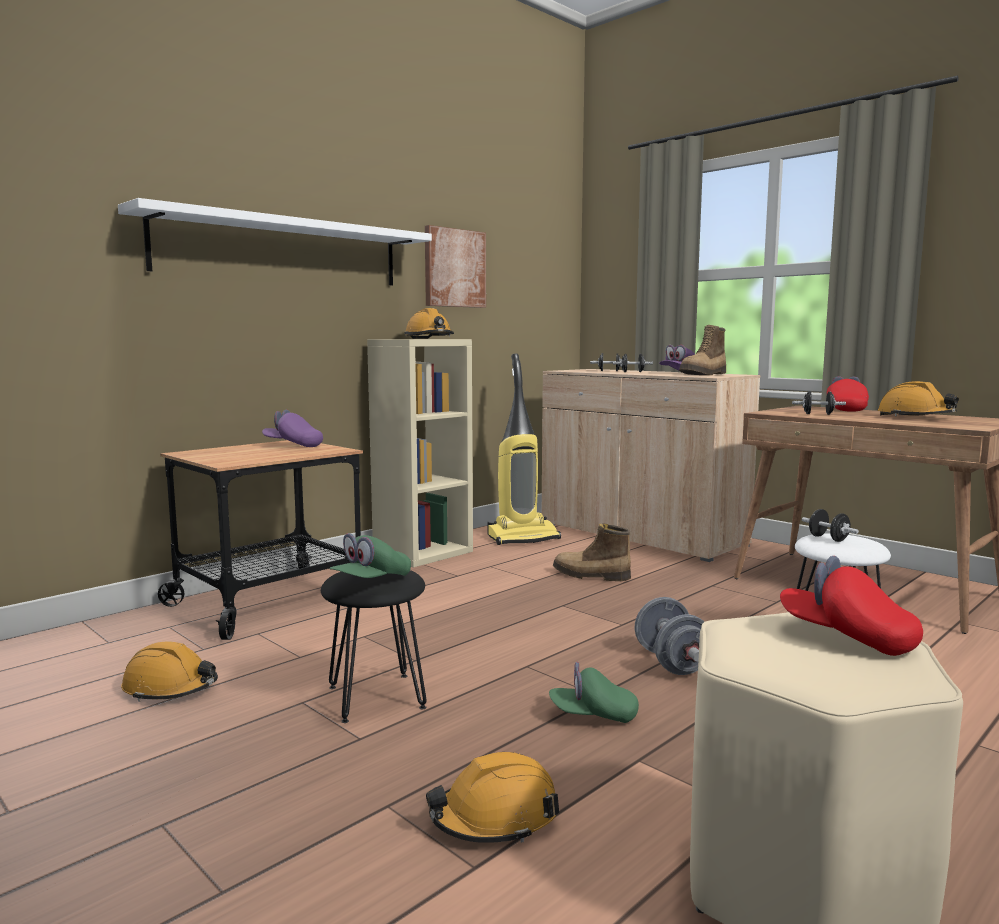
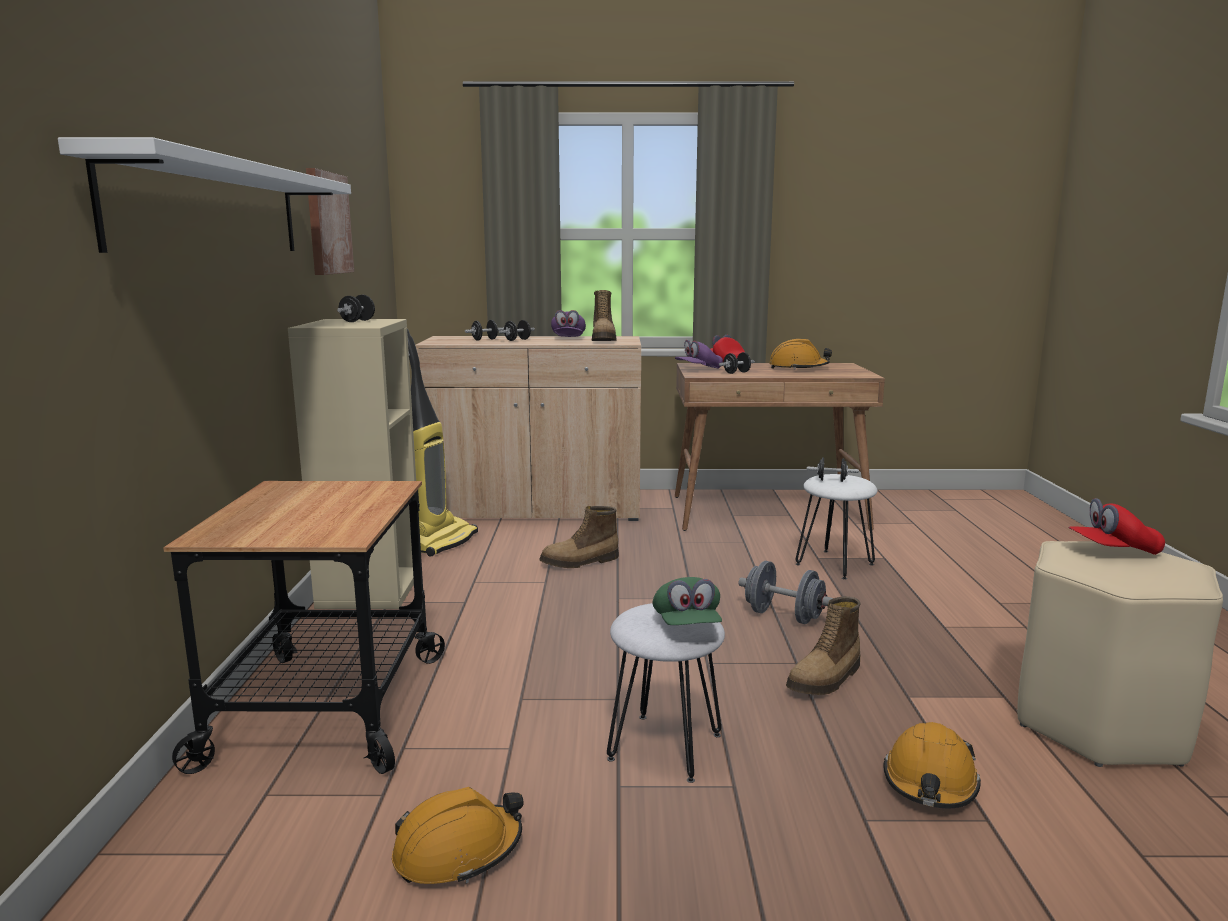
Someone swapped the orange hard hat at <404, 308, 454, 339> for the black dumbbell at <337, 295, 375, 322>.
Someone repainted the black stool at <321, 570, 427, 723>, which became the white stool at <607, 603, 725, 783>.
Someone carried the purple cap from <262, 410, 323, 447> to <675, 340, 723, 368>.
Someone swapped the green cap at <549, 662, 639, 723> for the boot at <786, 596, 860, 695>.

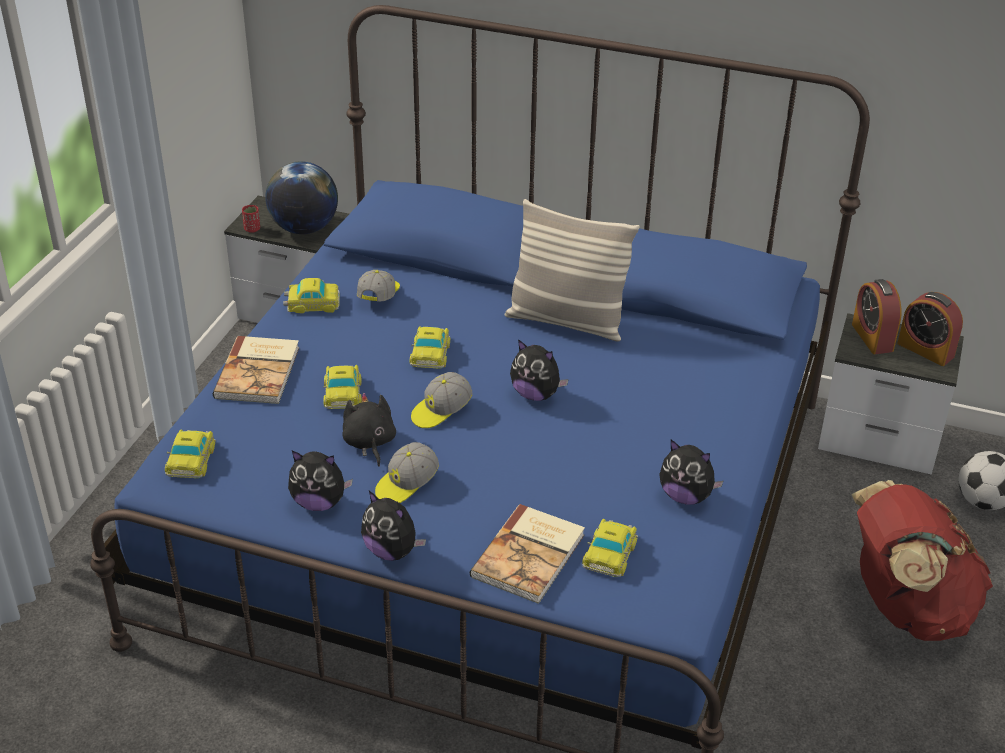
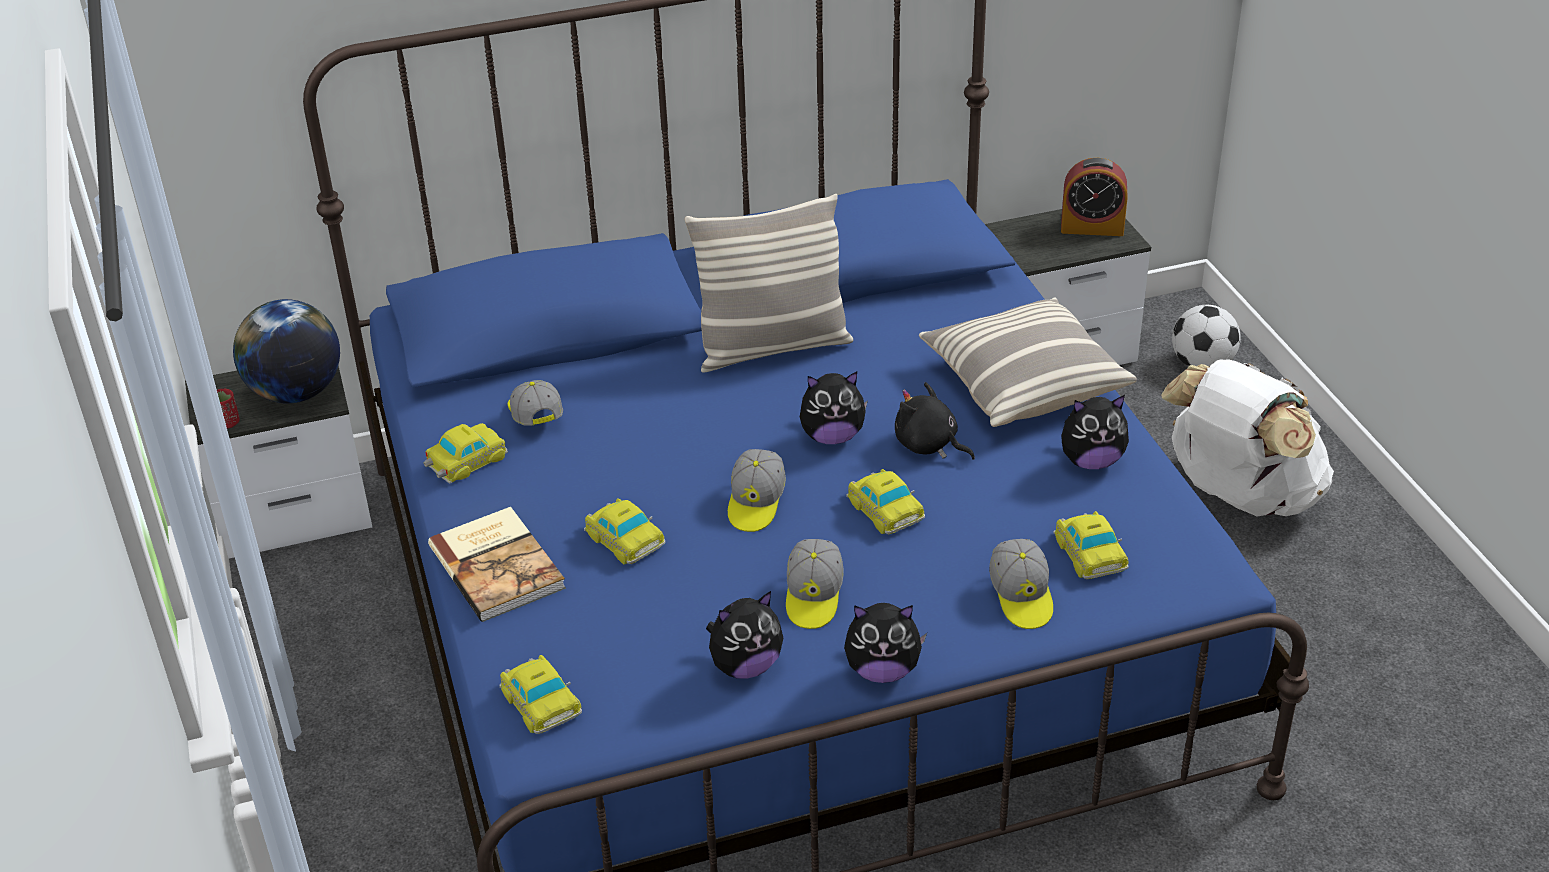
Someone carried the toy car from <410, 326, 450, 369> to <846, 469, 925, 534>.
Someone carried the black plush toy from <342, 393, 396, 467> to <895, 382, 975, 460>.
Someone put down the pillow at <919, 297, 1137, 427>.
Someone swapped the book at <470, 504, 585, 604> for the cap at <989, 539, 1053, 629>.
Someone repainted the red backpack at <851, 480, 993, 641>, which became the white backpack at <1161, 359, 1334, 516>.
Someone took away the alarm clock at <852, 279, 901, 354>.

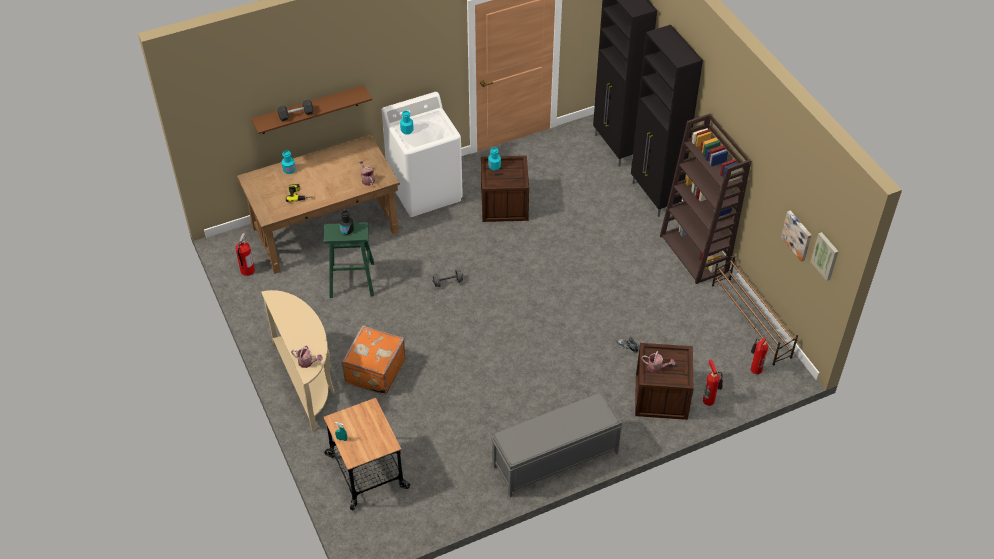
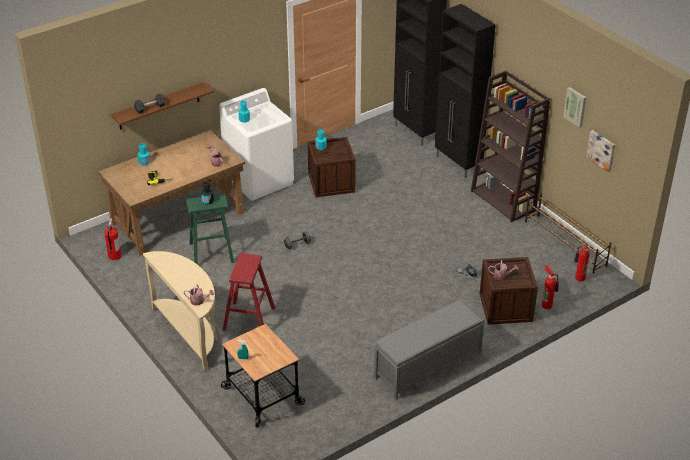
Someone swapped the orange suitcase at <341, 325, 406, 395> for the red stool at <223, 253, 275, 331>.
Someone carried the picture from <811, 232, 839, 281> to <563, 87, 586, 128>.

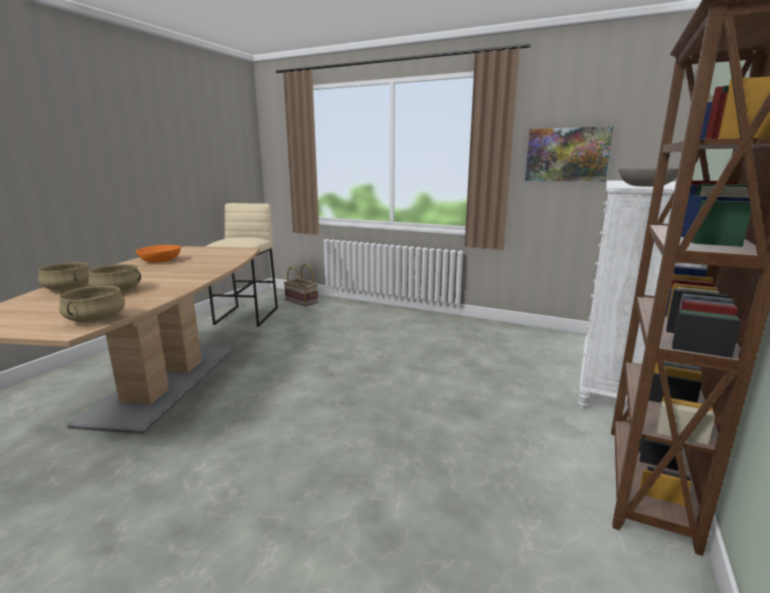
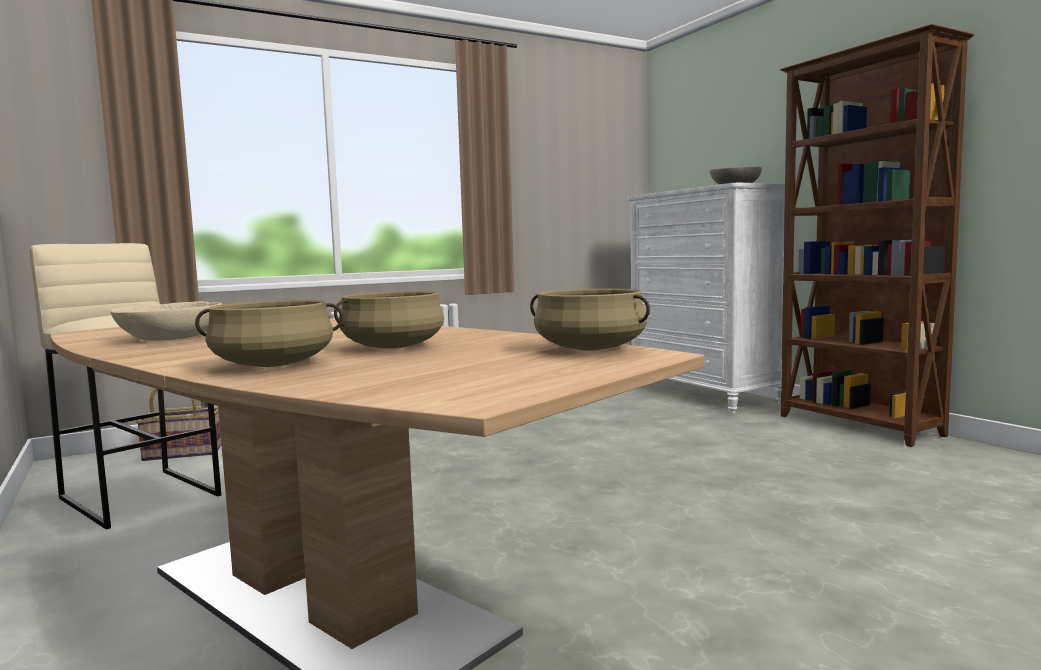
Someone repainted the orange bowl at <136, 245, 181, 263>, which became the beige bowl at <110, 301, 222, 341>.
Someone took away the picture at <525, 126, 613, 182>.

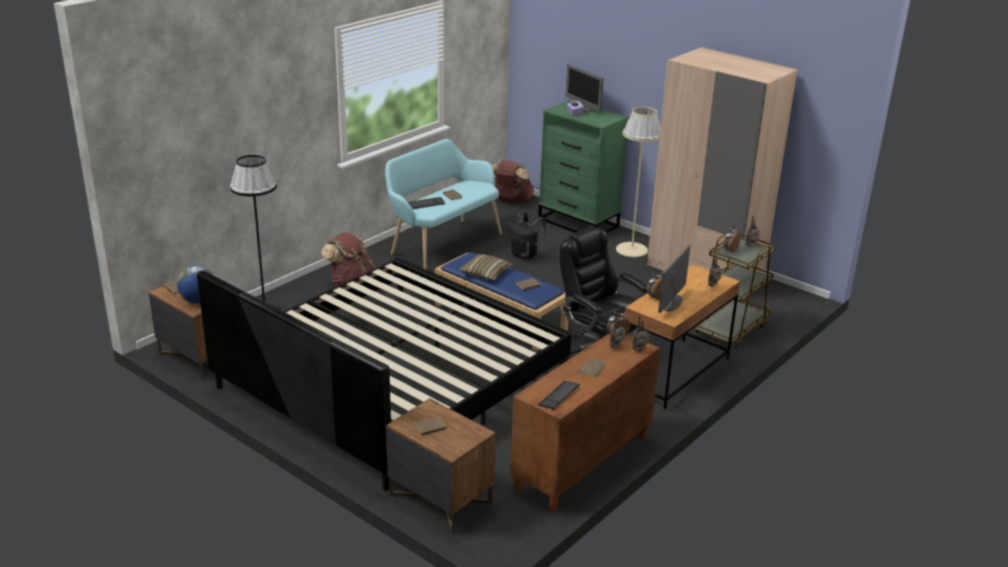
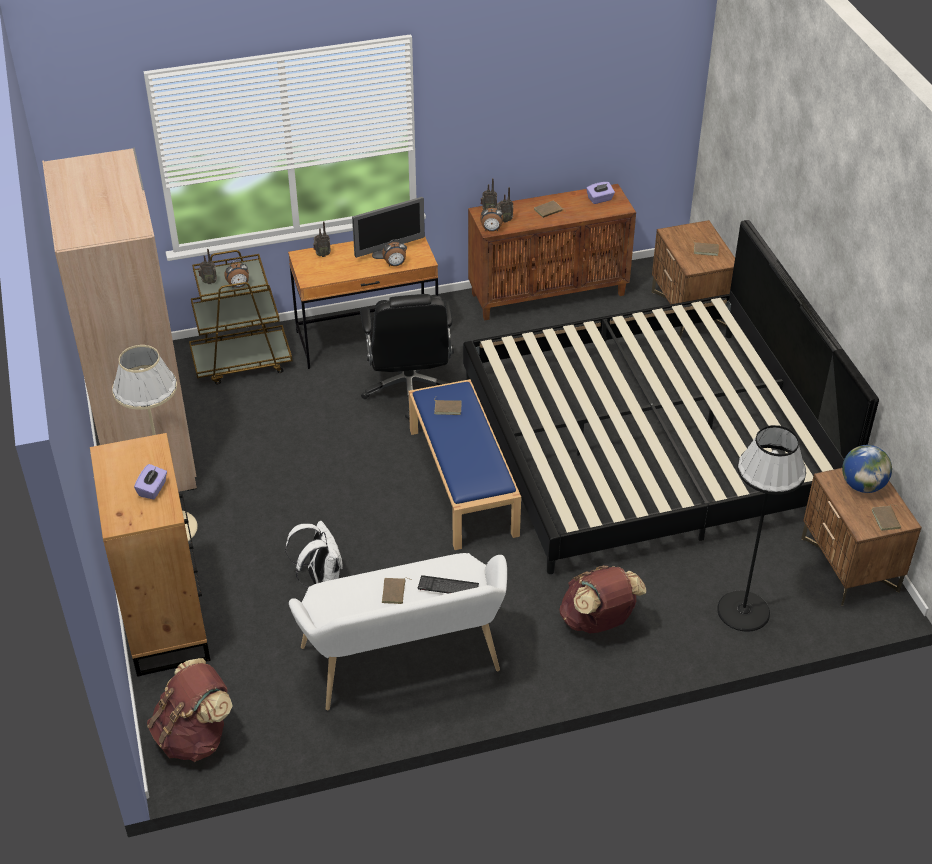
Someone repainted the green dresser at <538, 100, 628, 233>, which became the brown dresser at <90, 433, 211, 677>.
Someone repainted the black backpack at <507, 212, 546, 260>, which became the white backpack at <285, 520, 343, 587>.
Someone repainted the turquoise bench at <385, 139, 502, 269>, which became the white bench at <289, 553, 507, 710>.
Someone swapped the keyboard at <538, 381, 580, 410> for the purple tissue box at <586, 182, 615, 204>.
Someone took away the pillow at <459, 254, 512, 280>.
Someone took away the monitor at <566, 64, 604, 112>.

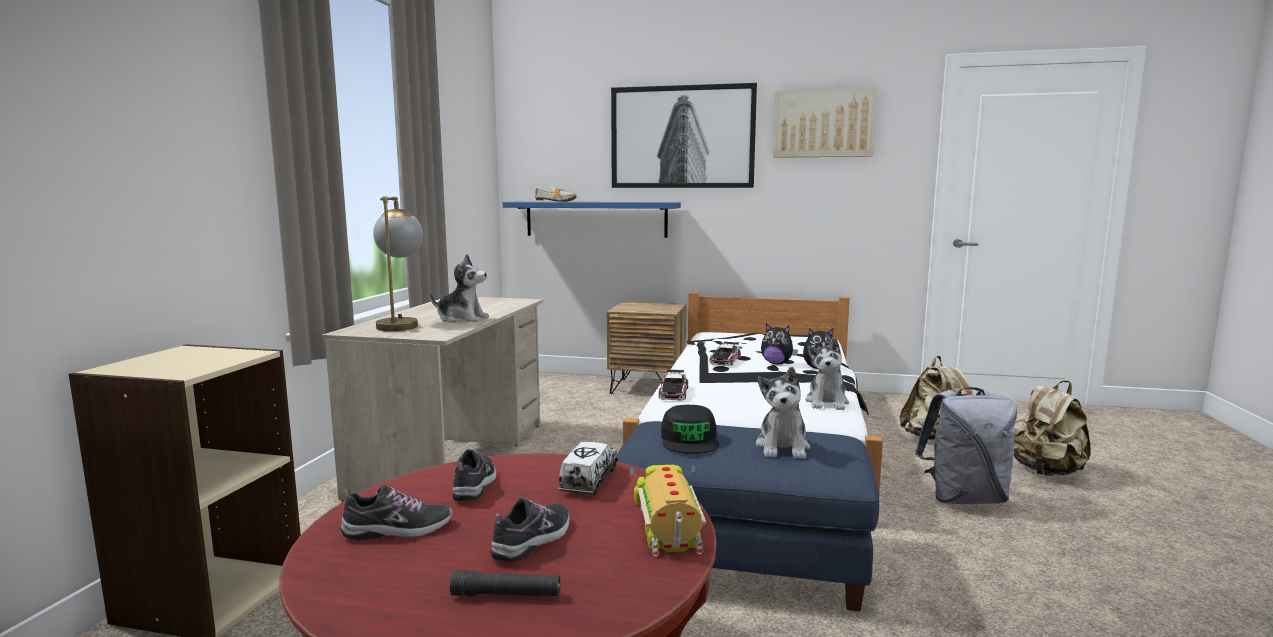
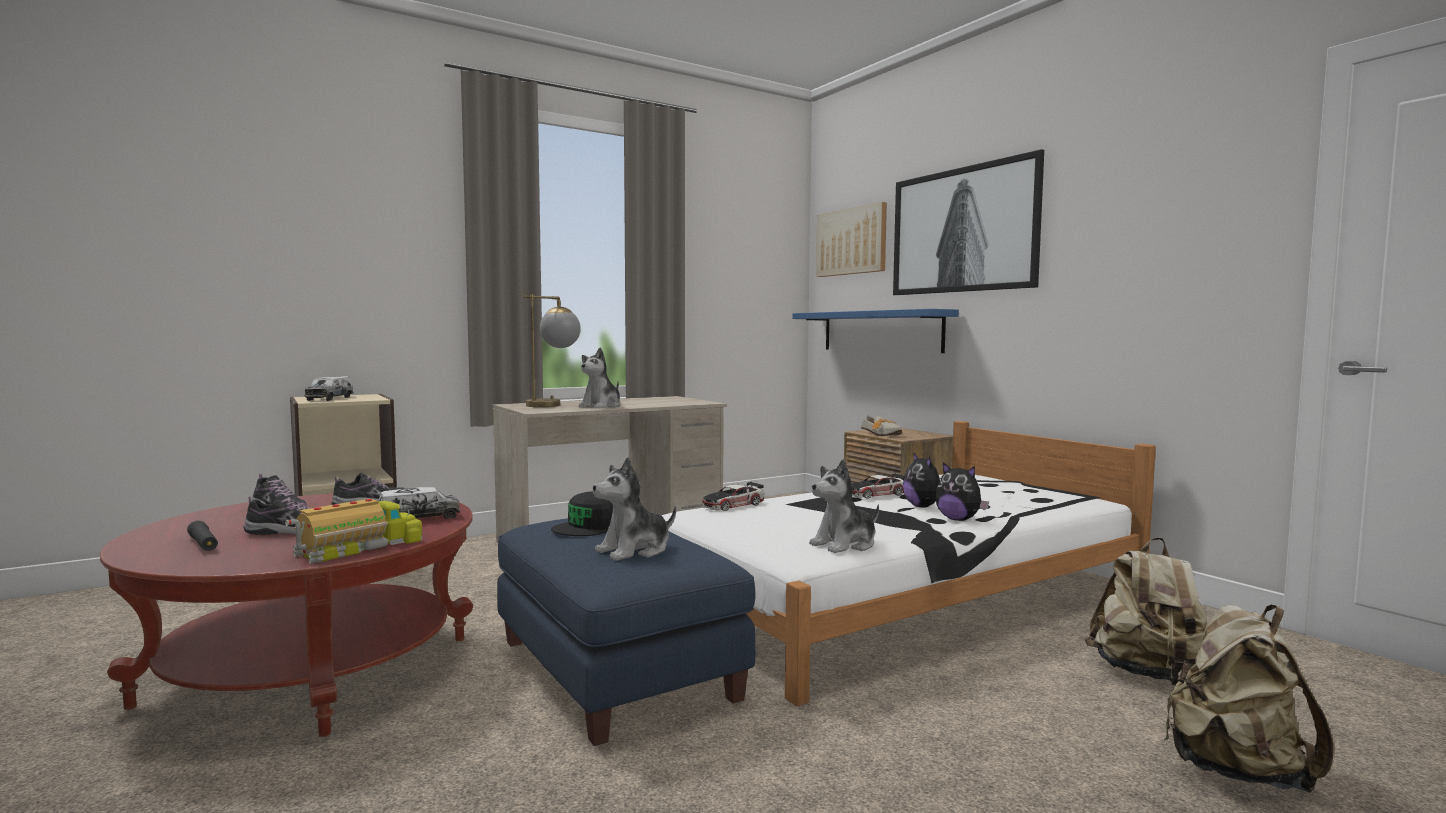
Someone put down the toy truck at <305, 376, 354, 401>.
Someone rotated the plush toy at <430, 254, 489, 323> by 60 degrees clockwise.
Someone carried the picture from <774, 88, 877, 158> to <816, 202, 887, 277>.
Someone carried the shoe from <535, 187, 577, 202> to <861, 415, 902, 436>.
Someone took away the grey backpack at <915, 387, 1017, 504>.

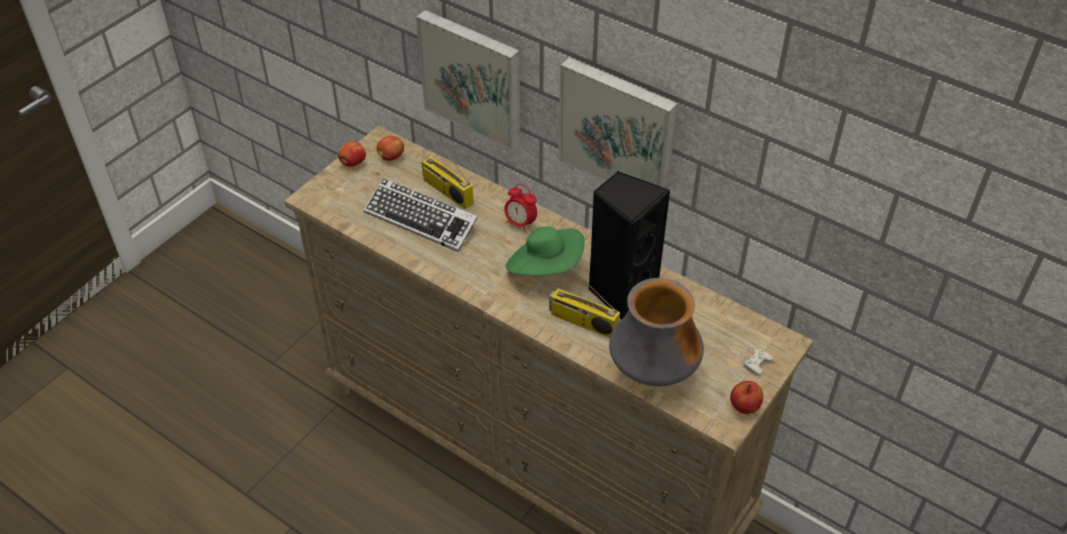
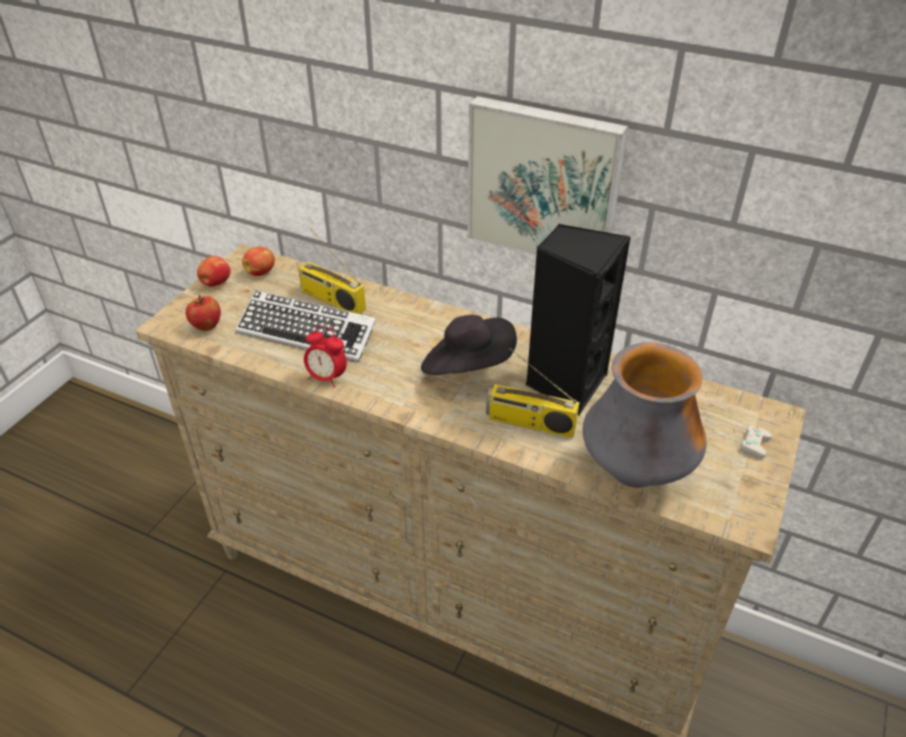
Someone carried the apple from <730, 381, 763, 414> to <186, 295, 221, 331>.
Someone carried the alarm clock from <504, 184, 537, 232> to <304, 325, 347, 388>.
Someone repainted the green hat at <506, 226, 585, 276>, which became the black hat at <421, 315, 517, 375>.
Someone took away the picture at <416, 10, 521, 151>.

